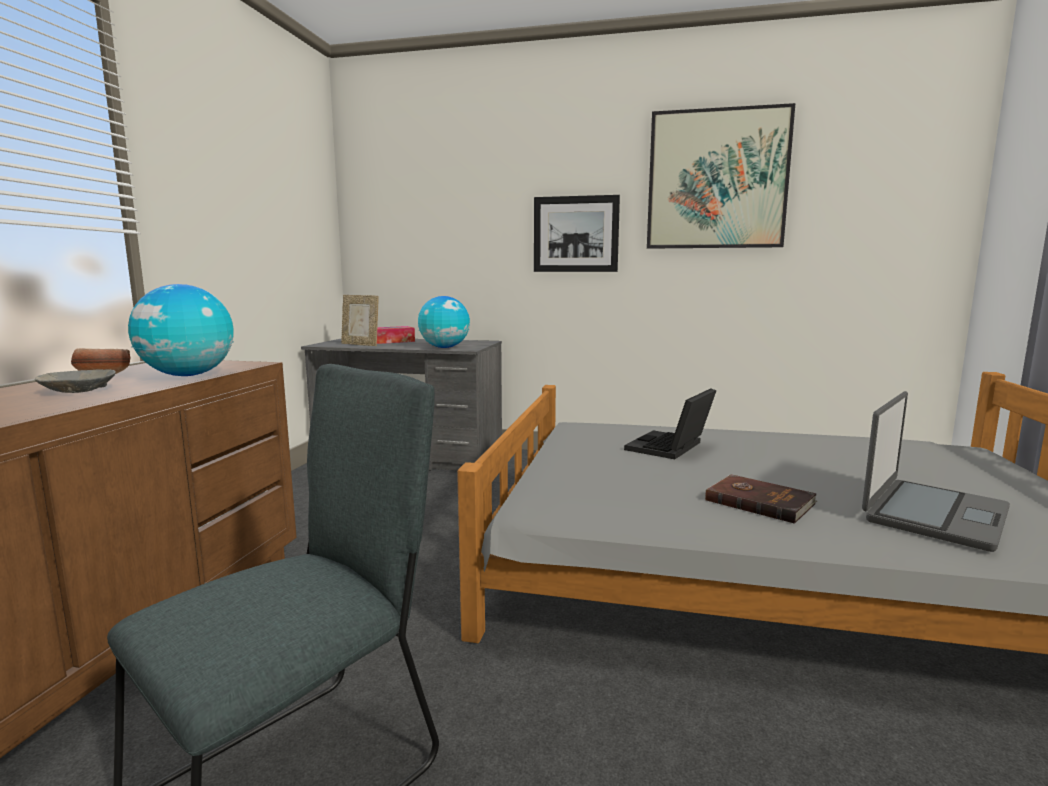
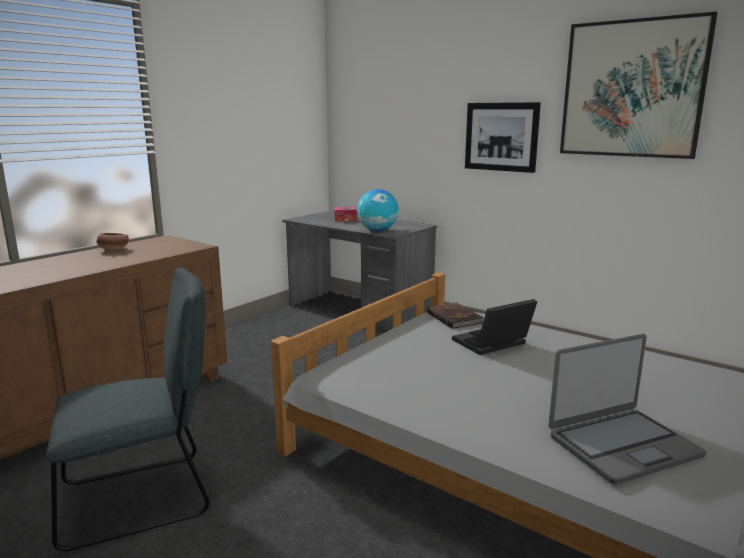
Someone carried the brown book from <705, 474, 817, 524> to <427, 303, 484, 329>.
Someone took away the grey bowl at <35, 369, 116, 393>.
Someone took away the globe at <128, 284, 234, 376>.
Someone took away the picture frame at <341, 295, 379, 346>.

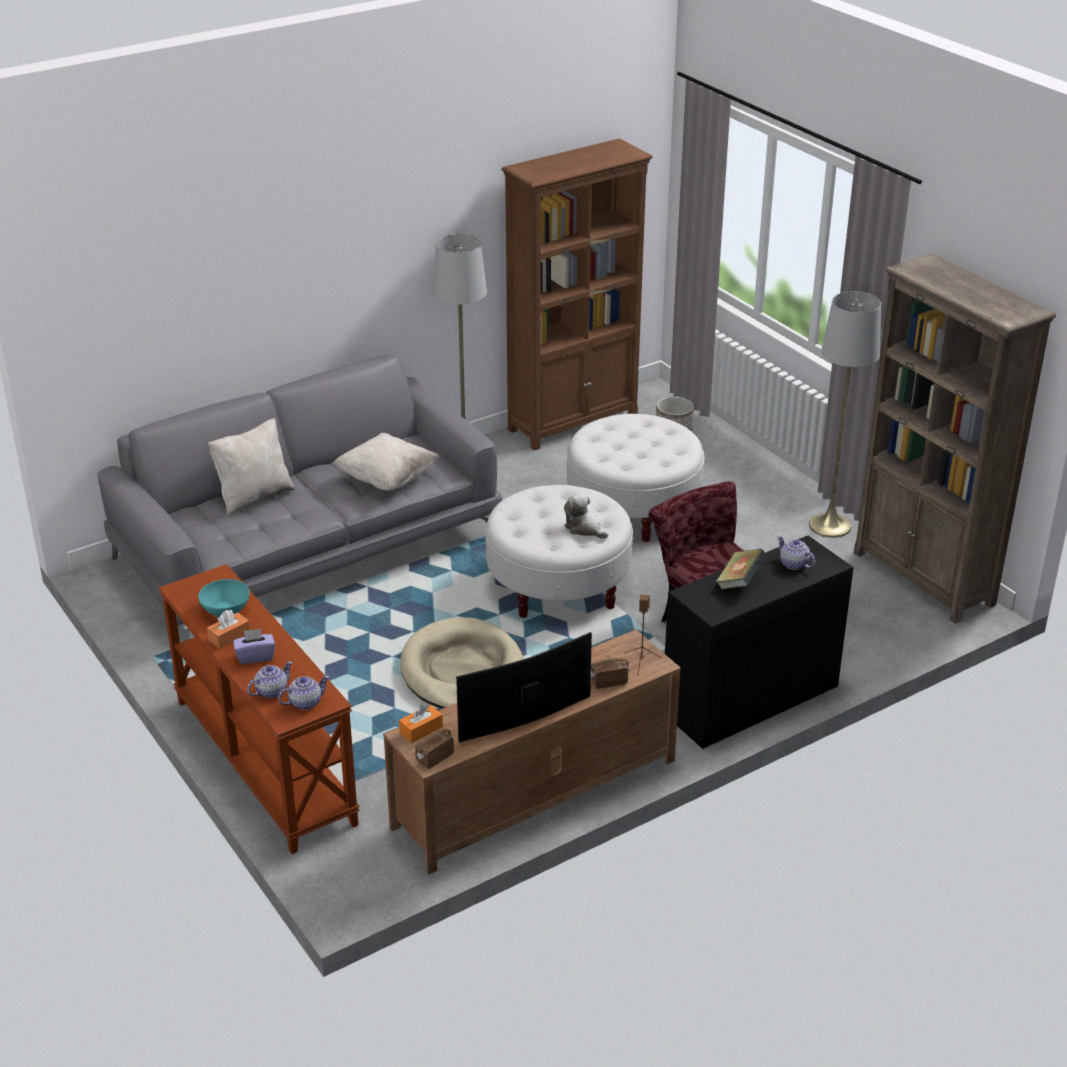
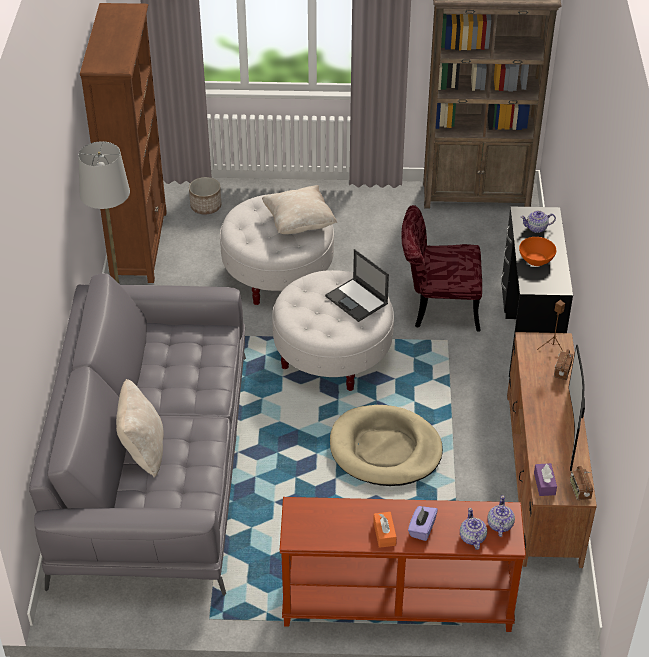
Someone carried the beige pillow from <333, 433, 439, 491> to <262, 185, 337, 234>.
Someone swapped the plush toy at <564, 493, 608, 539> for the laptop at <325, 249, 389, 322>.
Someone swapped the book at <716, 549, 766, 590> for the orange bowl at <519, 237, 556, 266>.
Someone repainted the orange tissue box at <399, 704, 443, 743>, which became the purple tissue box at <534, 463, 557, 496>.
Someone took away the turquoise bowl at <198, 579, 250, 617>.
Someone took away the grey floor lamp at <809, 292, 881, 538>.

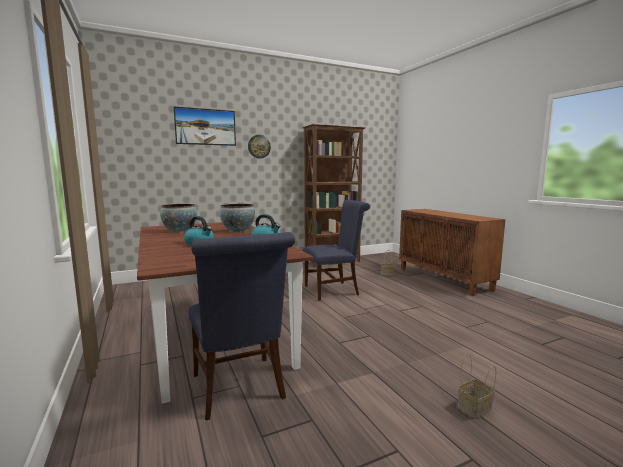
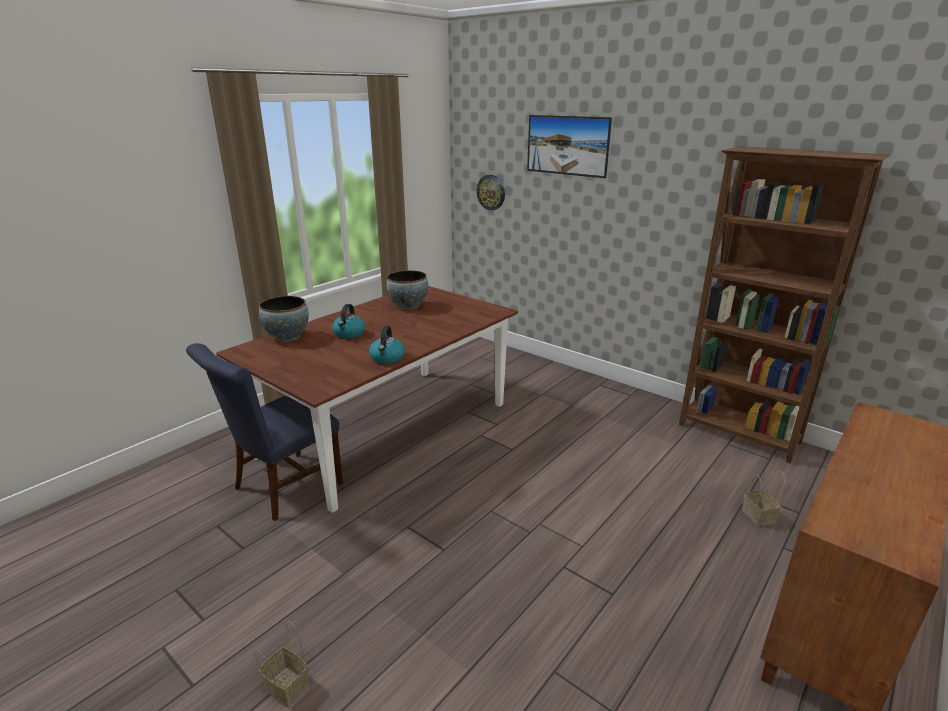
Someone carried the bowl from <220, 204, 255, 233> to <259, 296, 309, 342>.
Someone carried the wall clock from <248, 135, 271, 159> to <476, 175, 505, 210>.
Someone took away the blue chair at <303, 200, 370, 300>.

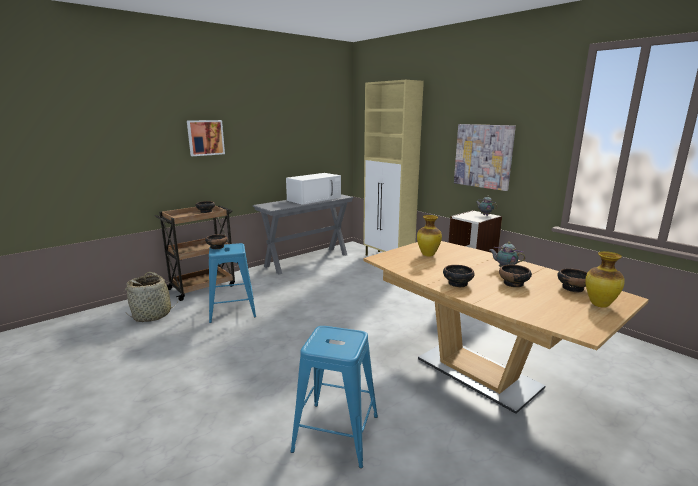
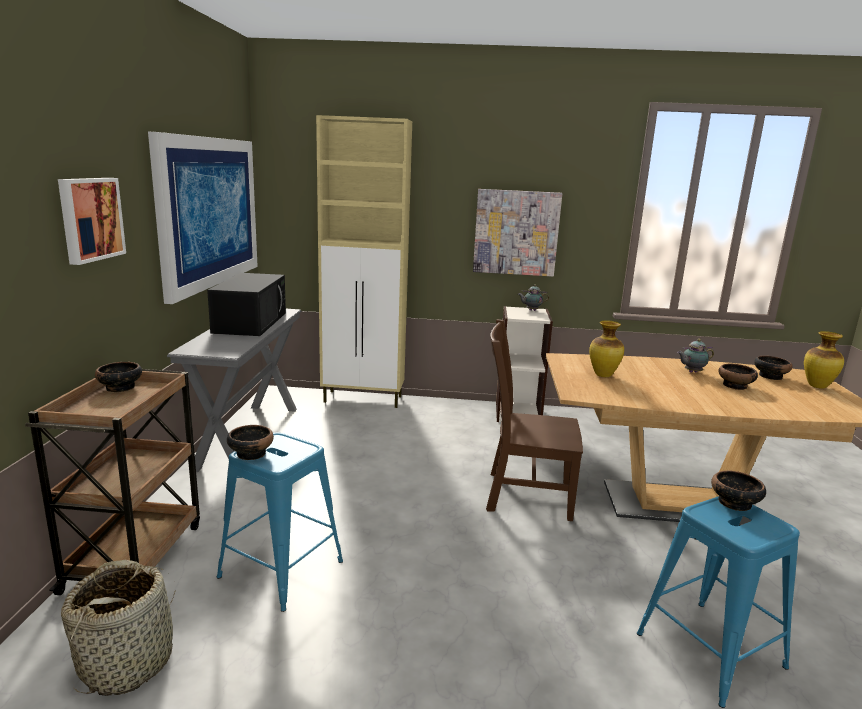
Someone put up the picture at <148, 132, 258, 304>.
Someone repainted the white microwave at <286, 173, 341, 205>, which became the black microwave at <207, 273, 286, 336>.
Someone put down the brown chair at <486, 319, 583, 521>.
Someone carried the bowl from <443, 265, 475, 287> to <711, 471, 766, 511>.

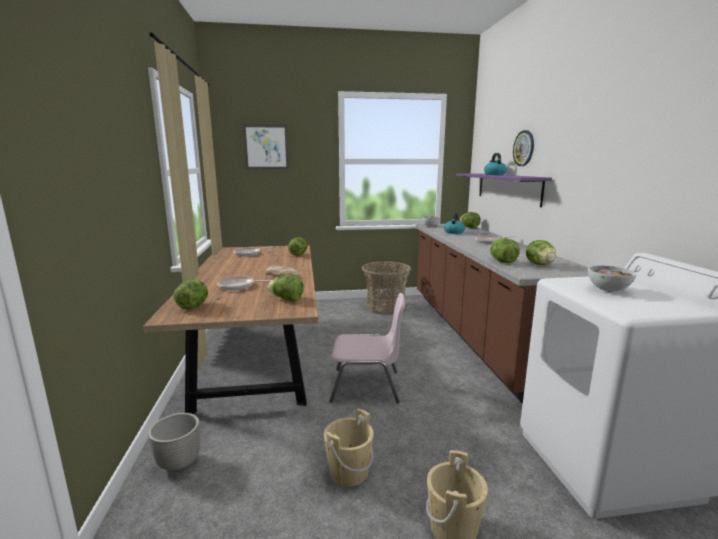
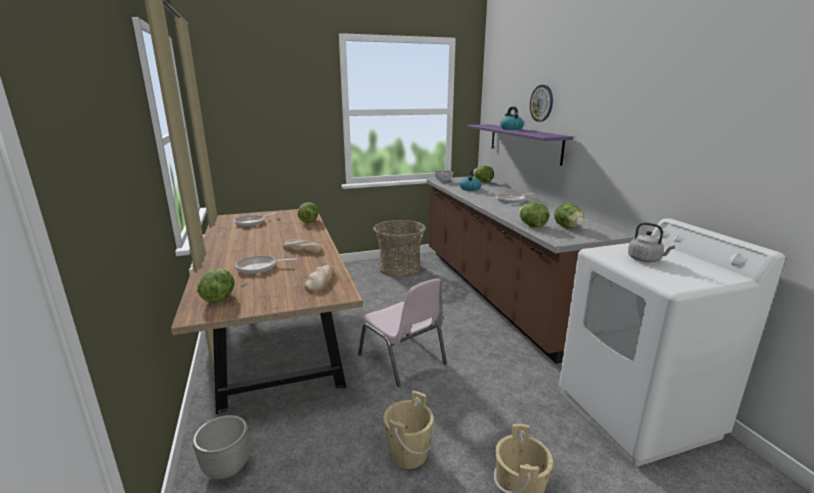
Someone swapped the lettuce at <267, 275, 304, 301> for the bread at <304, 265, 335, 292>.
Someone rotated the pink chair at <329, 293, 405, 403> by 60 degrees clockwise.
Someone swapped the bowl at <588, 265, 637, 292> for the grey kettle at <628, 222, 675, 262>.
Someone took away the picture at <243, 124, 289, 169>.

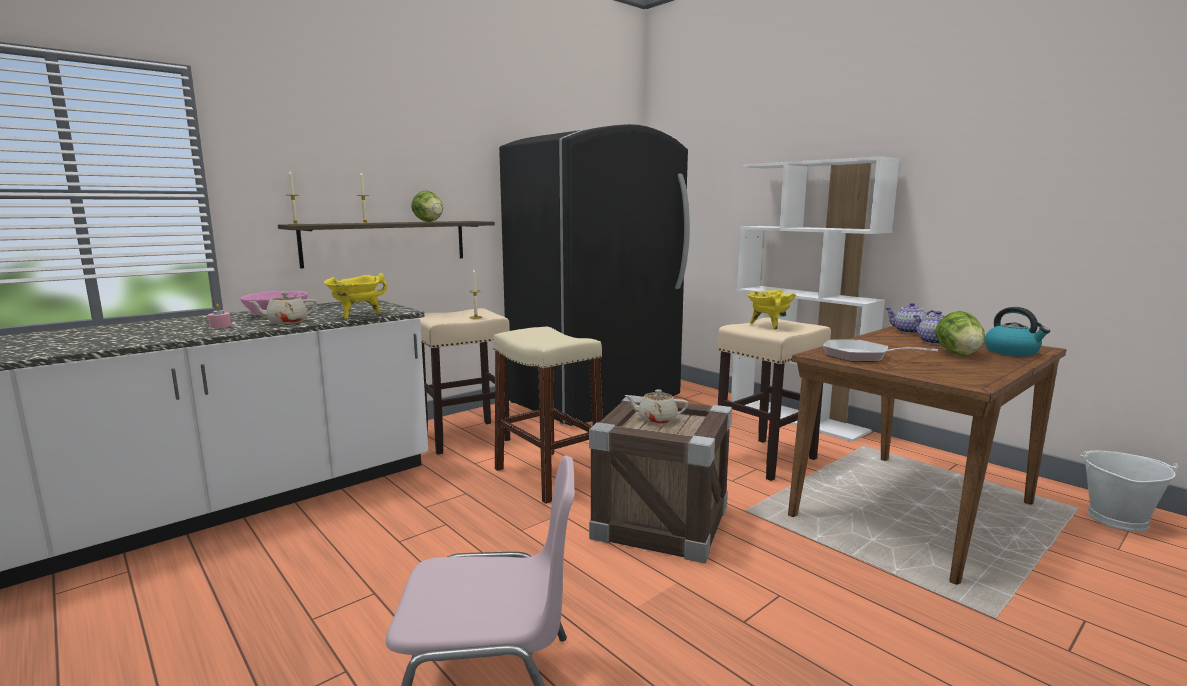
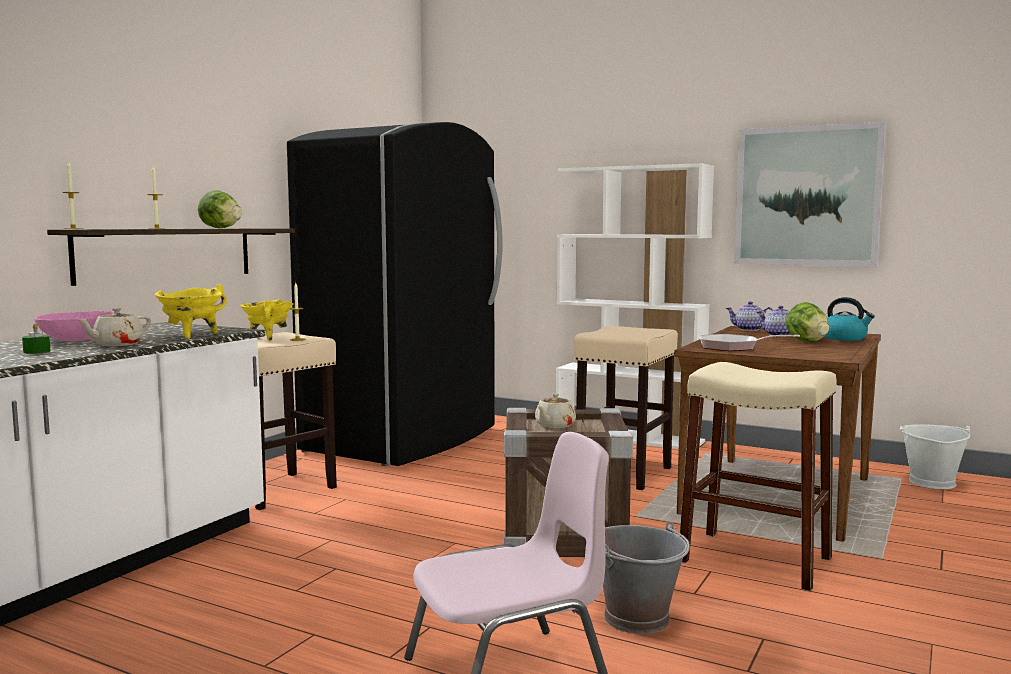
Someone repainted the pink candle at <208, 304, 231, 328>, which became the green candle at <22, 323, 50, 354>.
Someone carried the yellow cooking pot from <747, 290, 796, 330> to <240, 299, 294, 341>.
Someone rotated the beige teapot at <624, 390, 688, 424> by 45 degrees counterclockwise.
Someone put down the grey bucket at <603, 522, 690, 634>.
Someone carried the beige stool from <493, 327, 603, 504> to <680, 362, 837, 591>.
Someone put up the picture at <734, 122, 886, 267>.

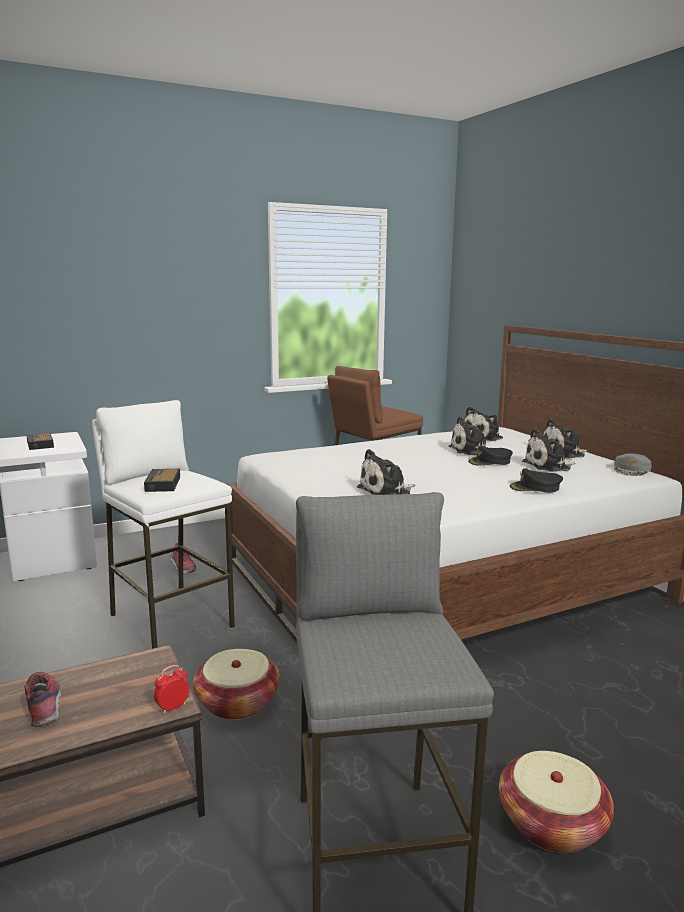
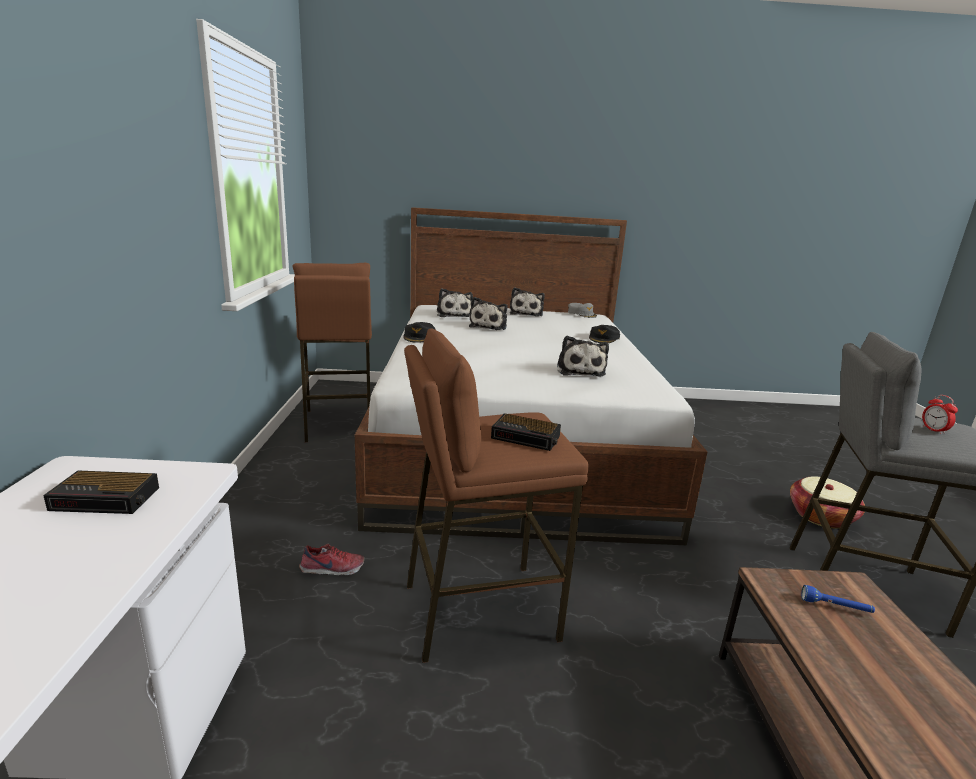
Someone carried the black cap from <468, 446, 513, 466> to <403, 322, 435, 343>.
Someone repainted the white stool at <92, 400, 235, 649>, which became the brown stool at <404, 328, 589, 663>.
Someone put down the blue flashlight at <801, 585, 875, 613>.
Someone carried the alarm clock from <154, 665, 190, 714> to <922, 395, 958, 434>.
Someone took away the shoe at <24, 672, 61, 727>.
Someone took away the basket at <193, 649, 280, 720>.
Someone took away the plush toy at <522, 429, 575, 472>.

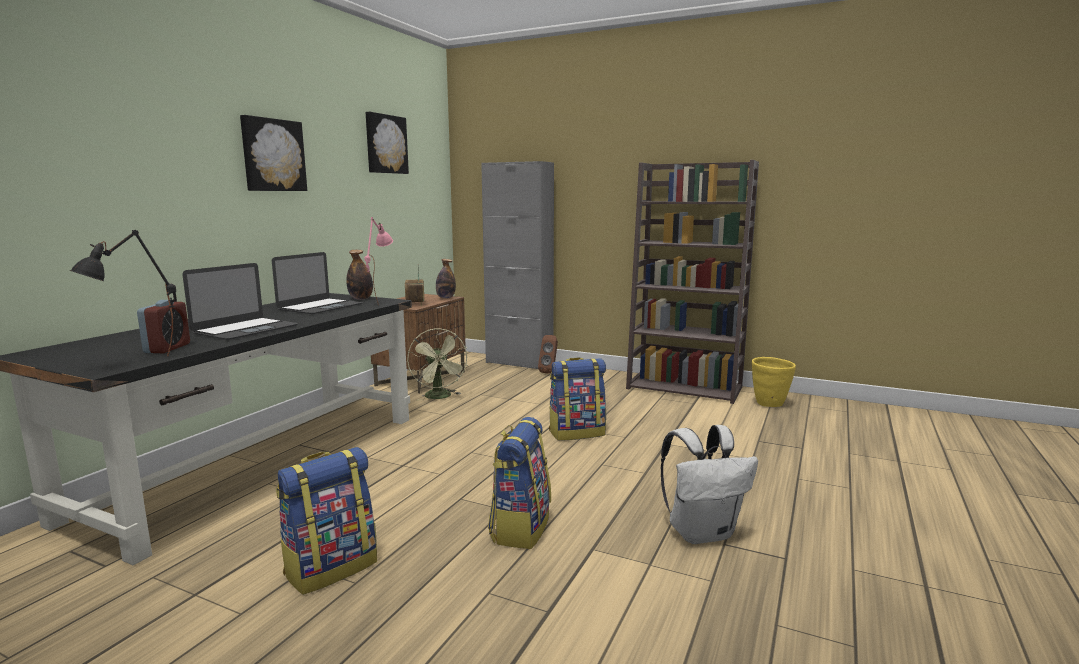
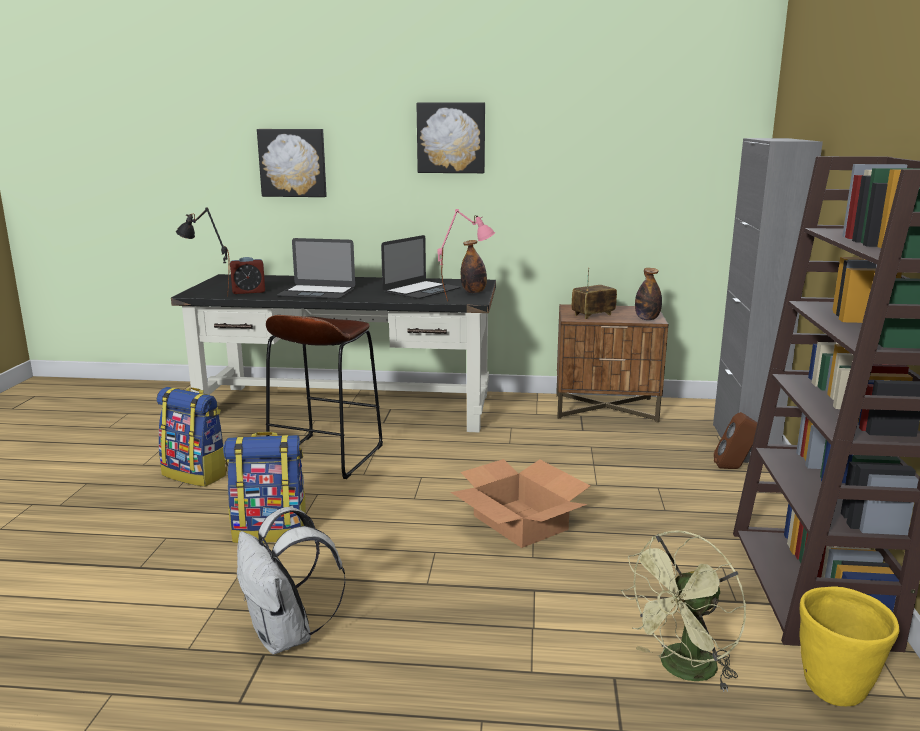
Someone carried the picture from <365, 112, 409, 174> to <257, 129, 327, 197>.
Someone put down the brown stool at <266, 315, 383, 479>.
Someone rotated the laptop at <272, 252, 363, 314> by 60 degrees counterclockwise.
Someone swapped the backpack at <549, 357, 606, 441> for the cardboard box at <451, 459, 590, 548>.
Someone carried the green fan from <407, 328, 468, 401> to <621, 530, 746, 692>.

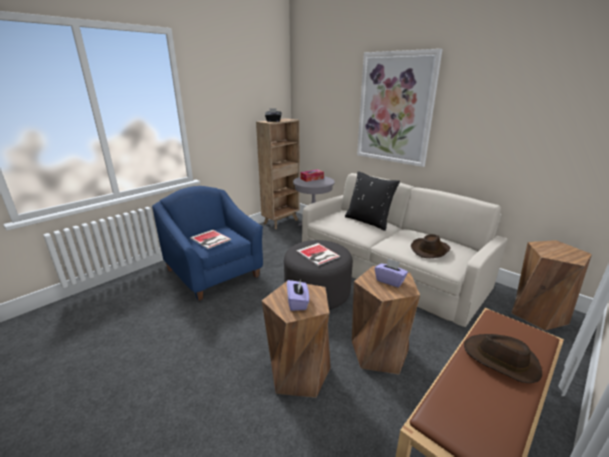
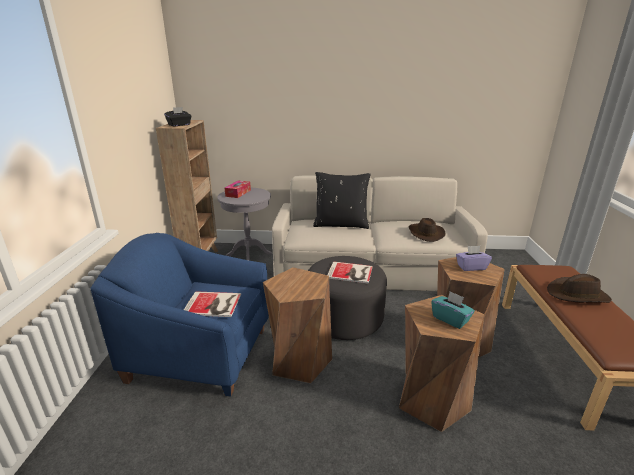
Someone carried the brown stool from <511, 240, 592, 331> to <263, 267, 332, 383>.
Someone repainted the purple tissue box at <287, 279, 309, 311>, which became the turquoise tissue box at <431, 291, 475, 329>.
Someone took away the picture at <357, 49, 442, 167>.

